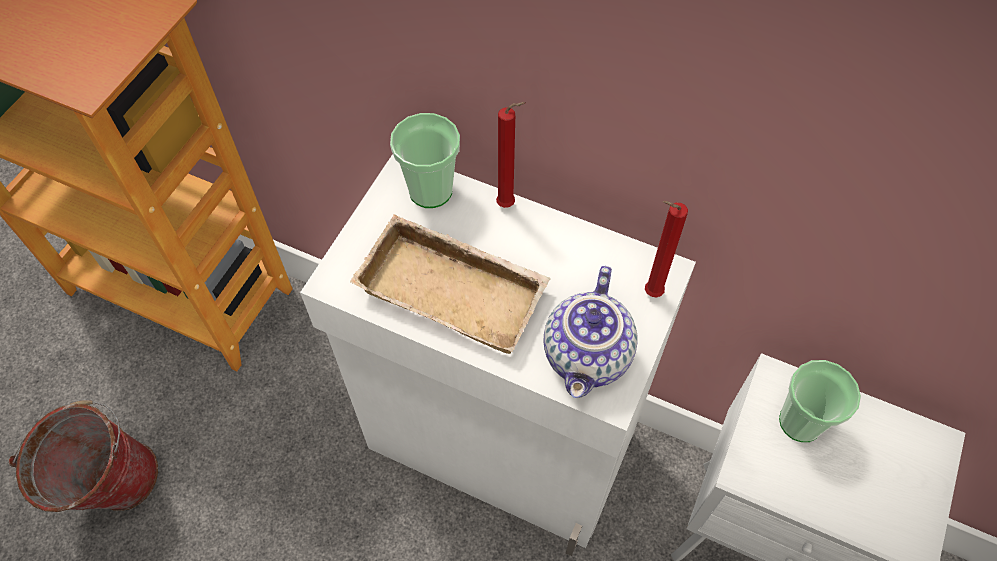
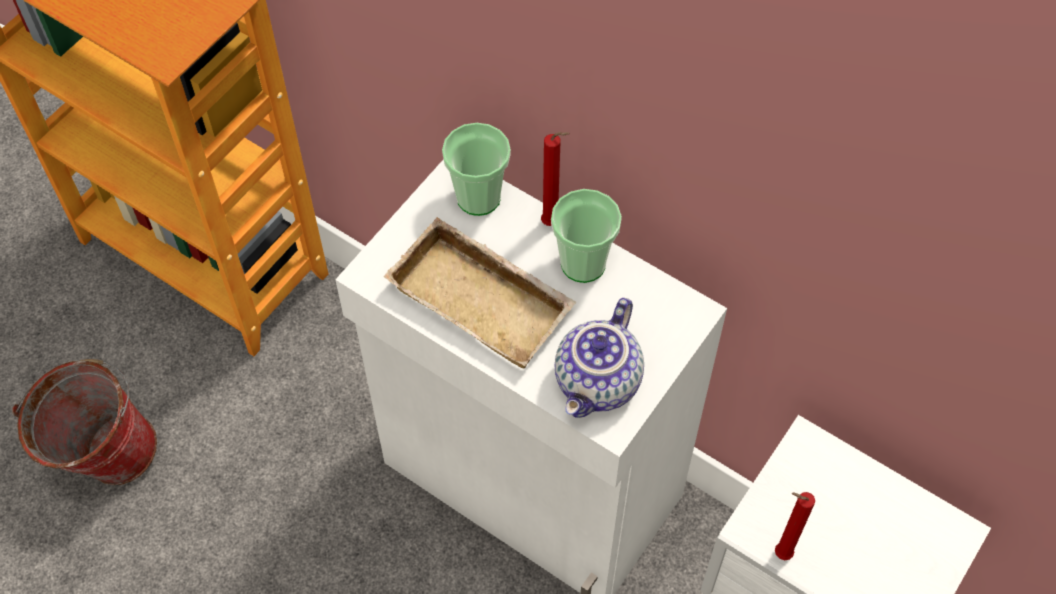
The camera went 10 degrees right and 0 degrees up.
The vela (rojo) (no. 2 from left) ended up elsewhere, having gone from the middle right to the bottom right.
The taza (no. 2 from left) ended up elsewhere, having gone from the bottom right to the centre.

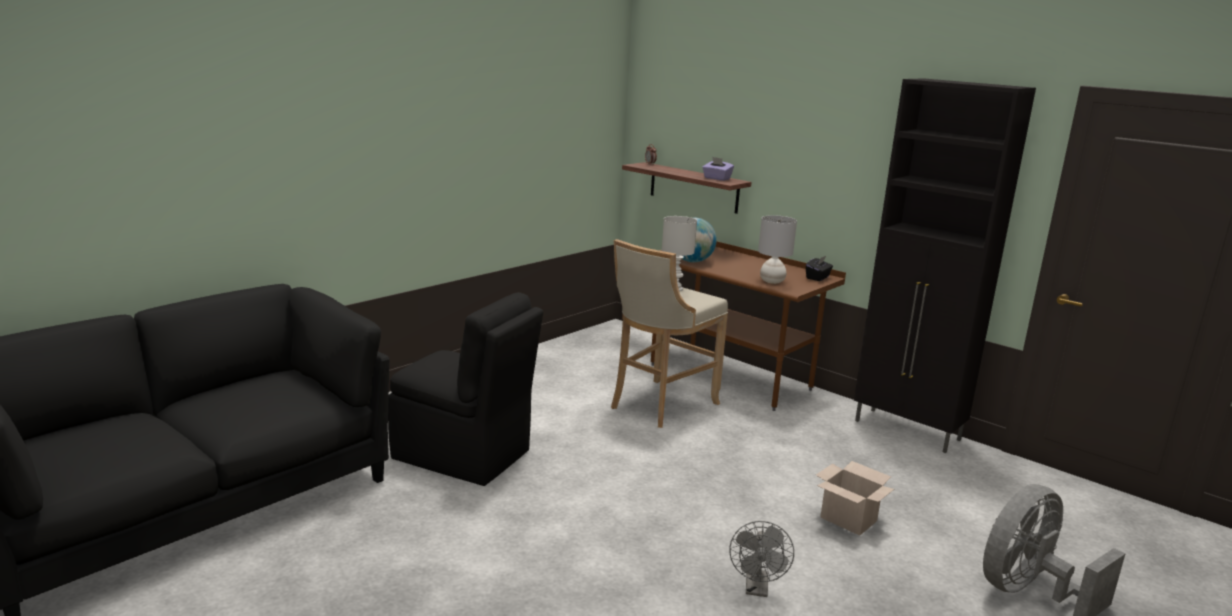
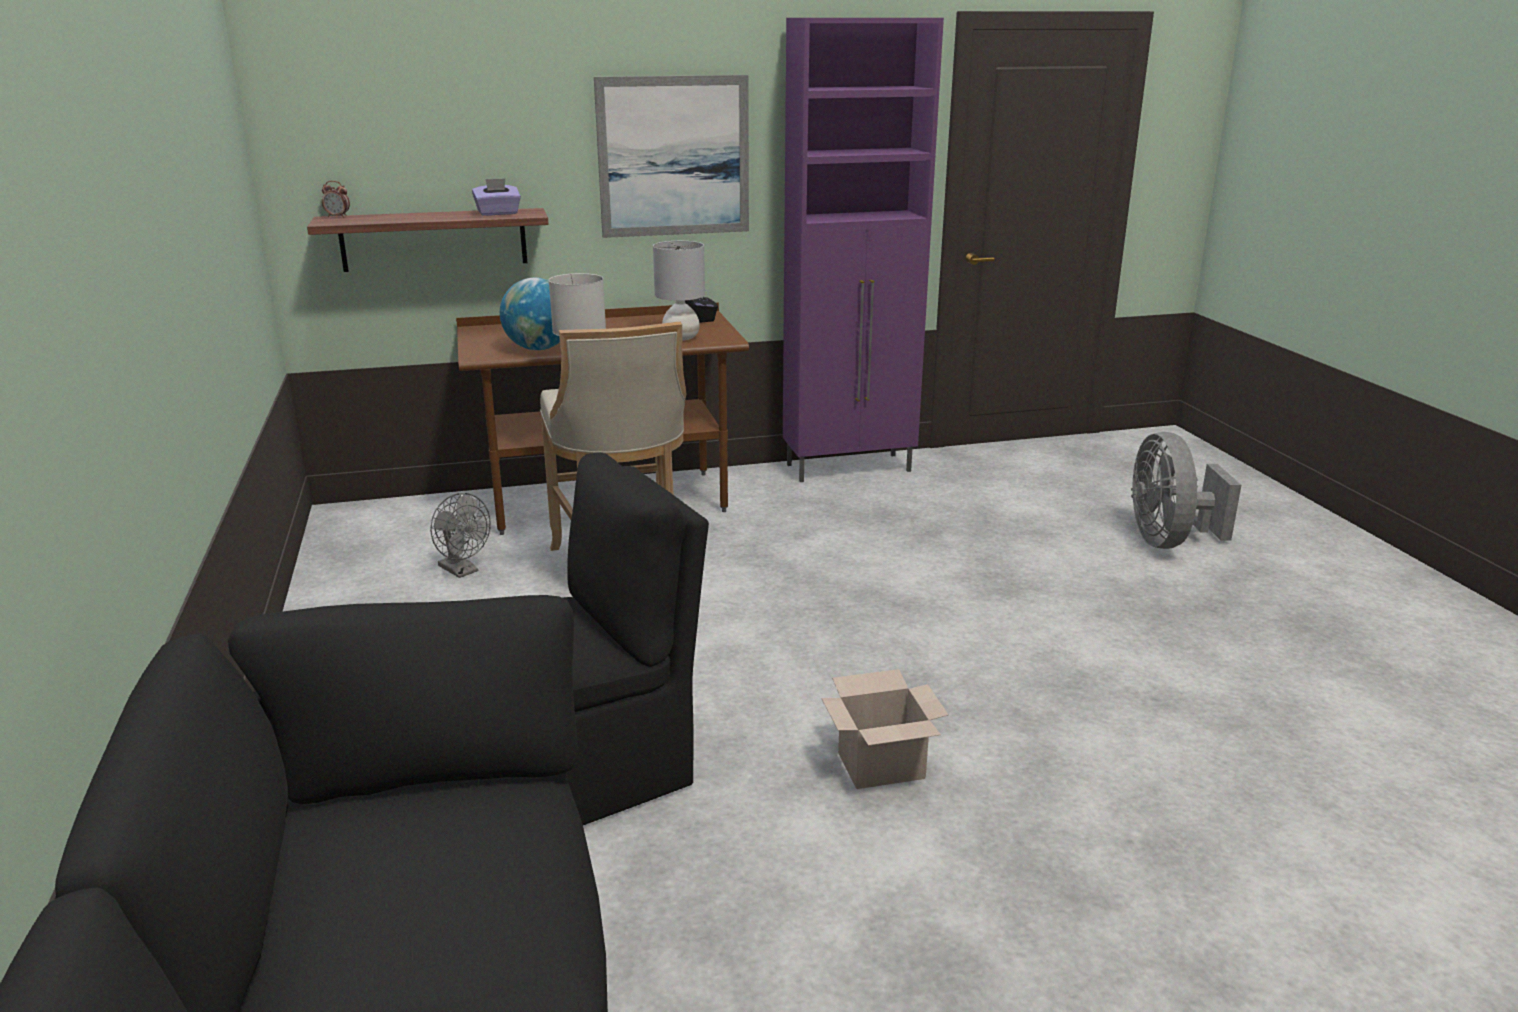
The camera went 55 degrees left and 5 degrees up.
The ventilador (gris) (no. 1 from left) ended up elsewhere, having gone from the bottom centre to the middle left.
The caja de cartón ended up elsewhere, having gone from the bottom right to the bottom centre.
What was the armario (negro) at the middle right turned into the armario (morado) at the top centre.
The second view gained the cuadro at the top centre.

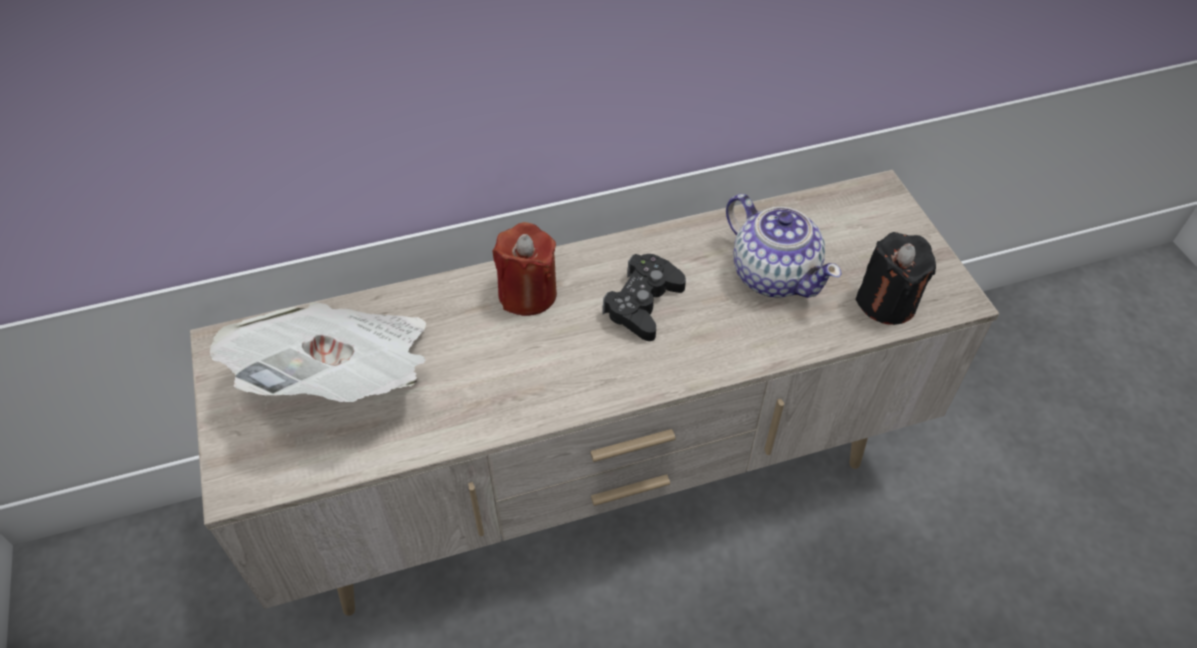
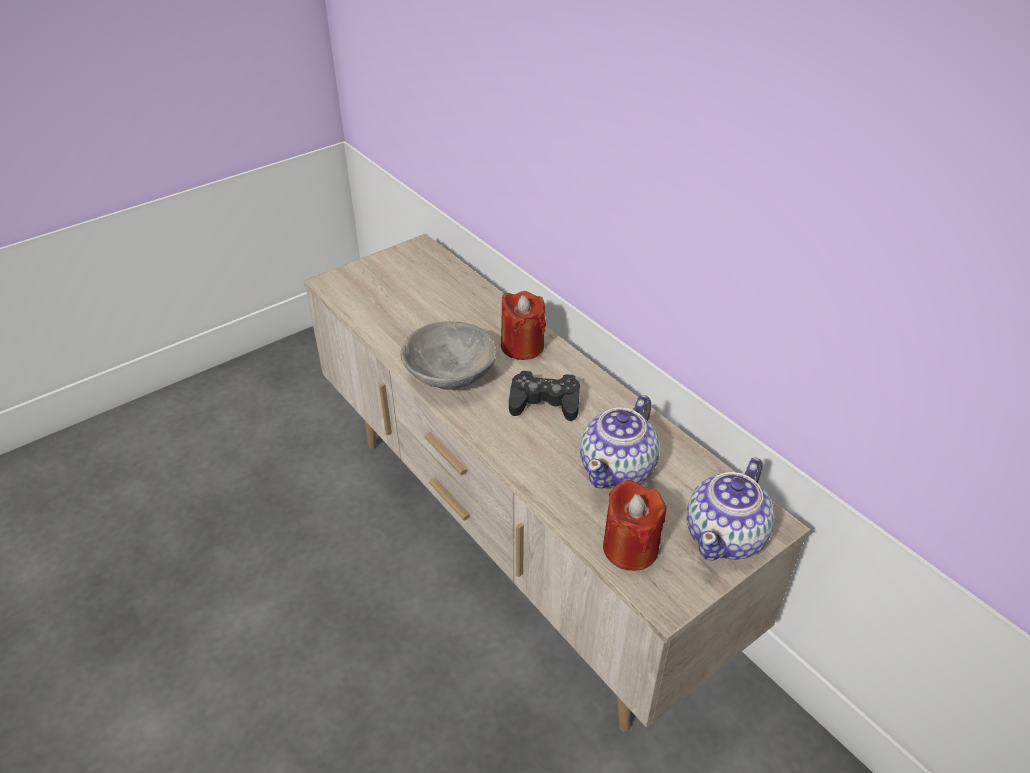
The camera went 70 degrees right and 10 degrees down.
The second view lost the periódico at the middle left.
What was the vela (negro) at the middle right turned into the vela (rojo) (no. 2 from left) at the bottom centre.
The second view gained the cuenco (gris) at the centre.
The second view gained the tetera (no. 2 from left) at the middle right.

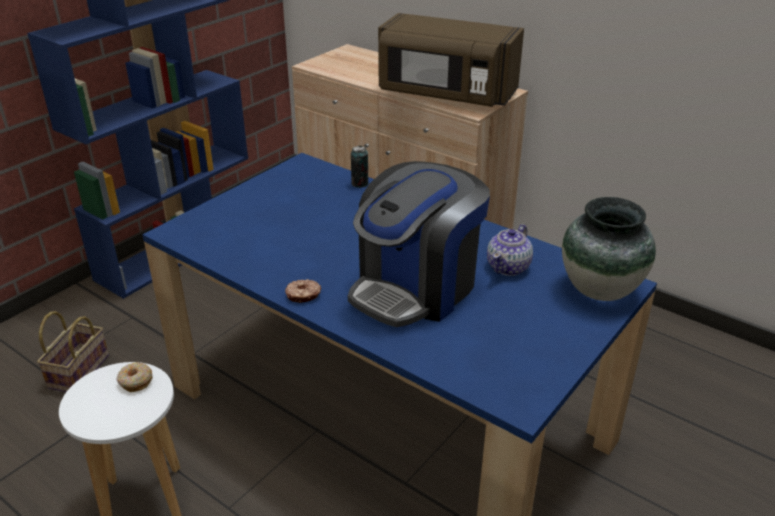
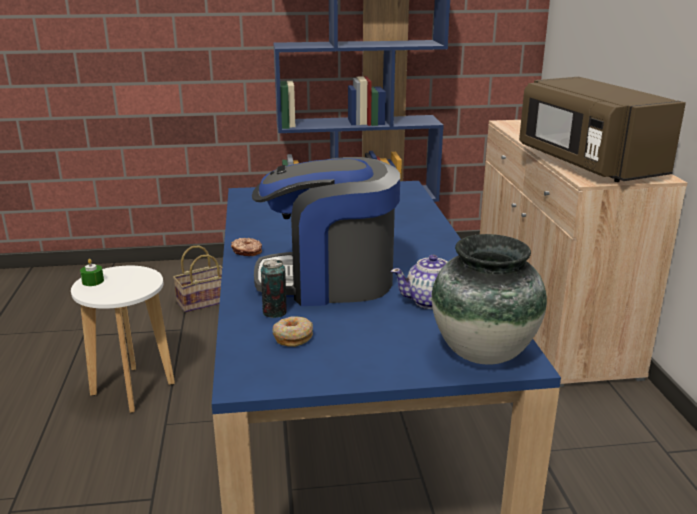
The camera went 45 degrees right and 10 degrees down.
The rosquilla (no. 1 from left in the first image) ended up elsewhere, having gone from the bottom left to the centre.
The lata ended up elsewhere, having gone from the top centre to the centre.
The second view gained the vela (verde) at the middle left.

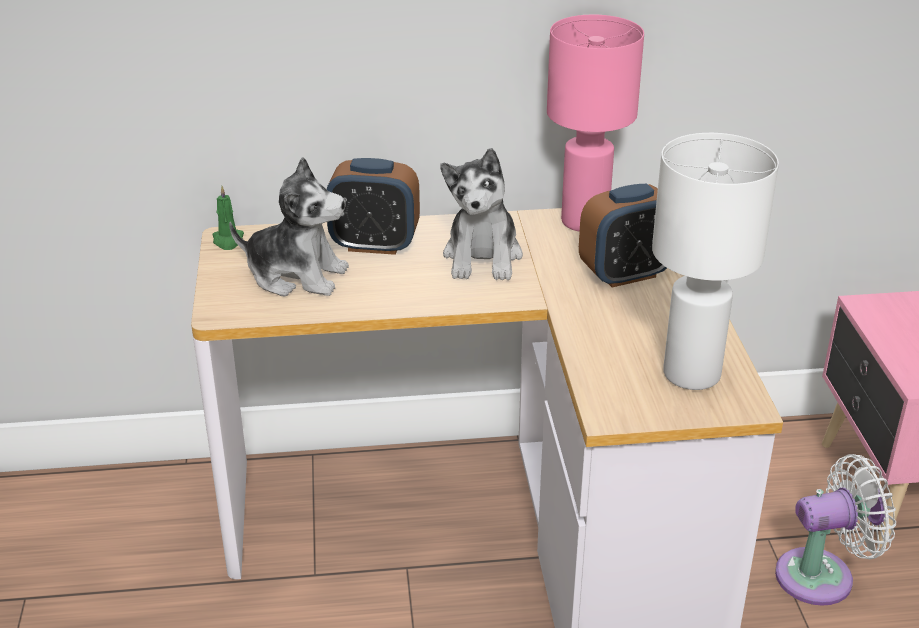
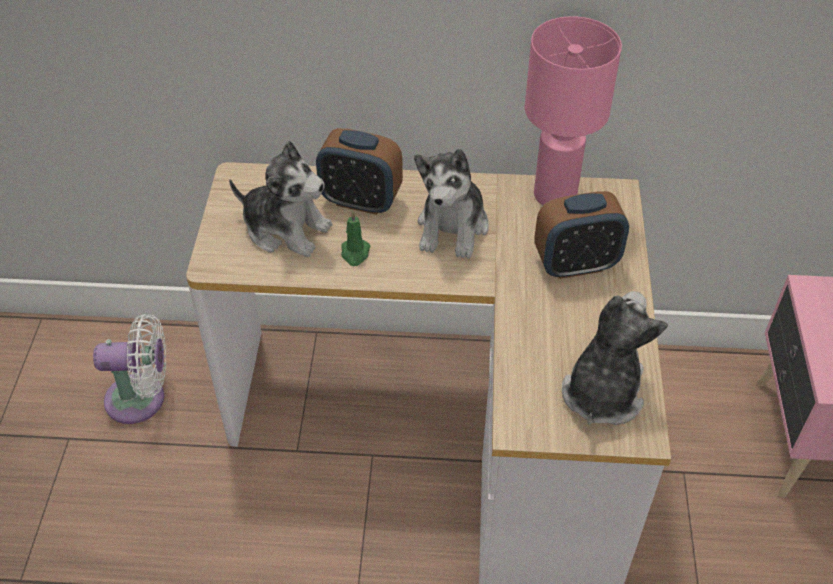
The camera went 10 degrees right and 15 degrees up.
The vela (verde) ended up elsewhere, having gone from the middle left to the centre.
Where the lámpara de mesa (blanco) stood at the middle right, the peluche (no. 3 from left) came to stand at the middle right.
The ventilador (blanco) ended up elsewhere, having gone from the bottom right to the middle left.

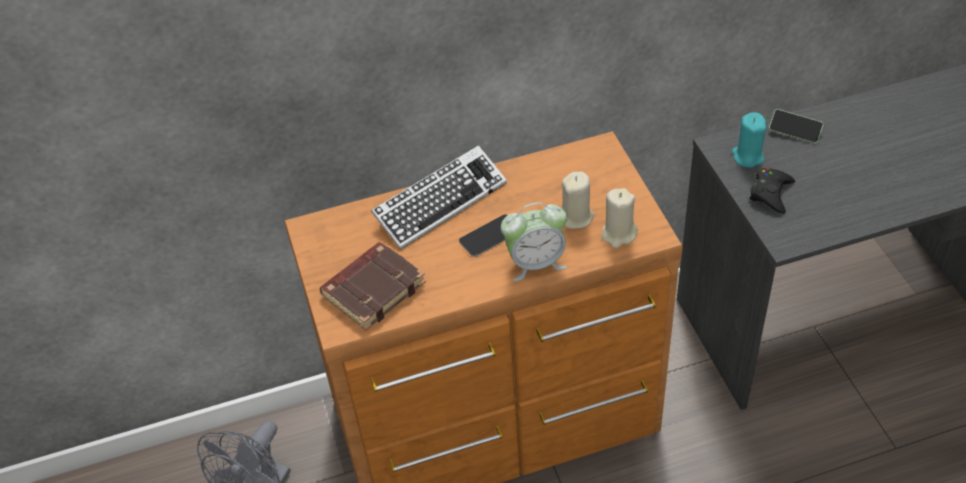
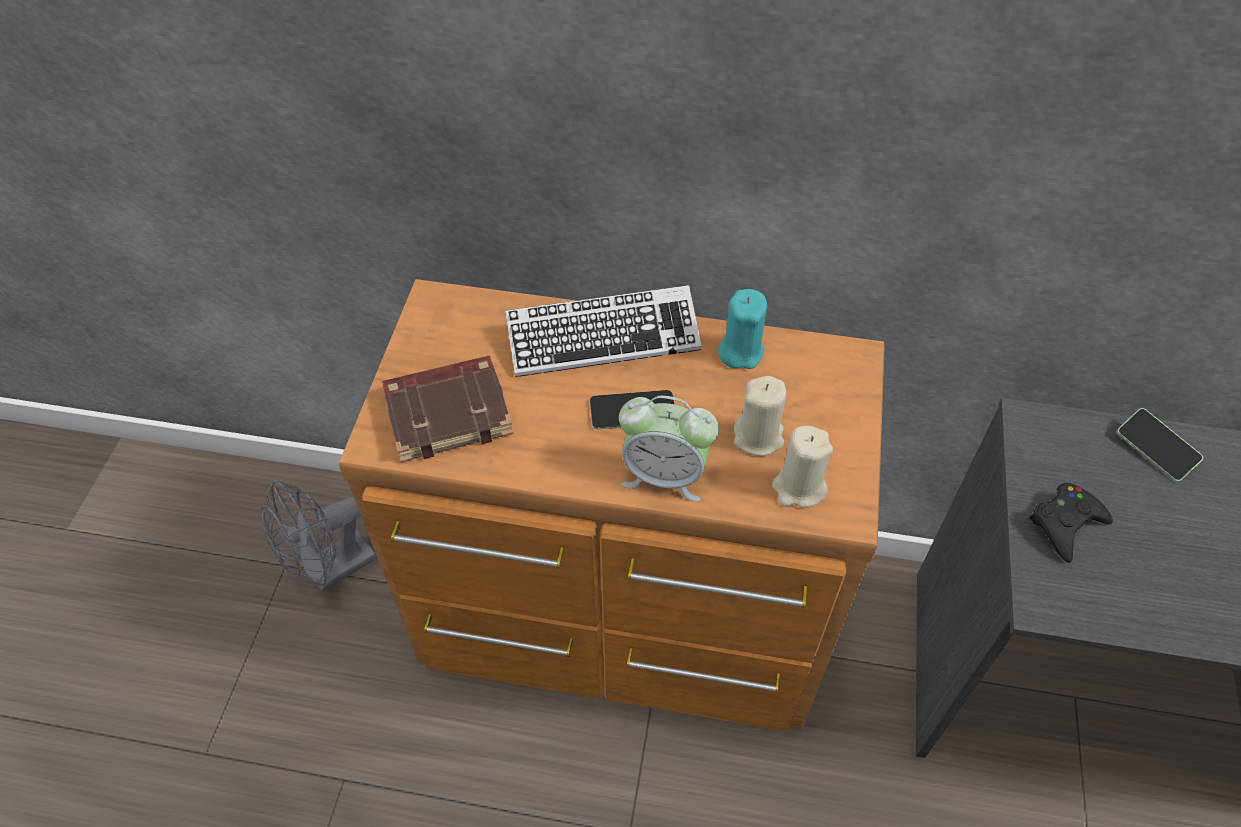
The camera went 25 degrees right and 5 degrees up.
The vela (turquesa) ended up elsewhere, having gone from the top right to the centre.

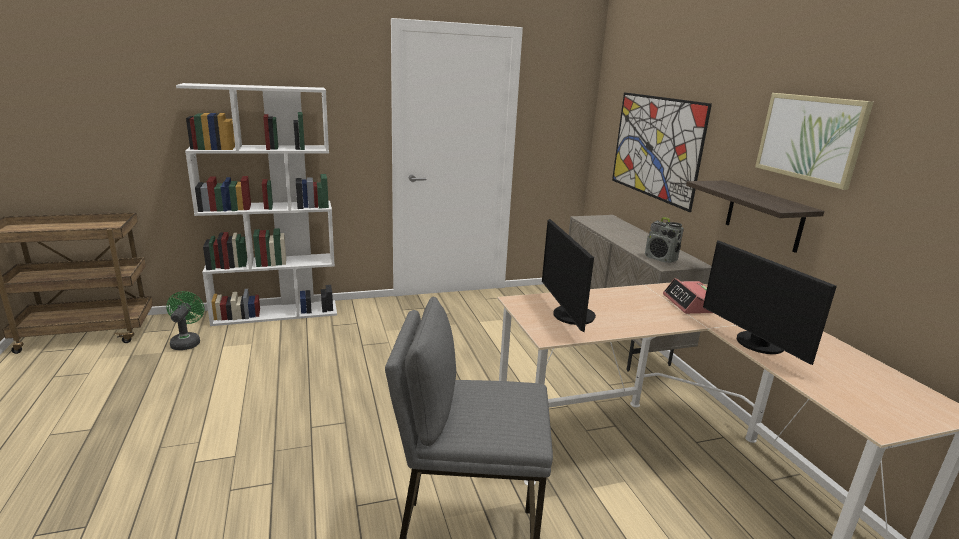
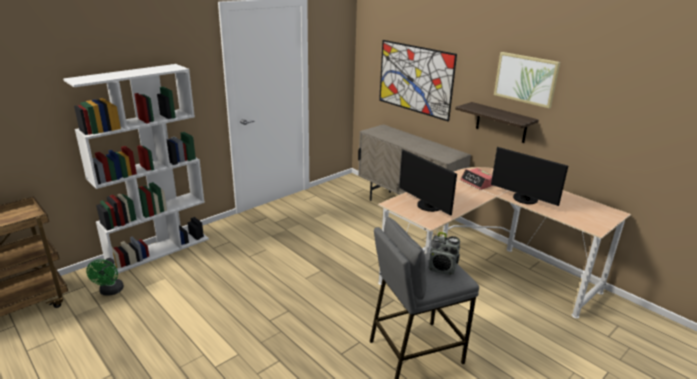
The camera went 25 degrees left and 5 degrees up.
The ventilador (verde) at the middle left ended up facing another way, 150 degrees counterclockwise from before.
The radio ended up elsewhere, having gone from the middle right to the bottom centre.

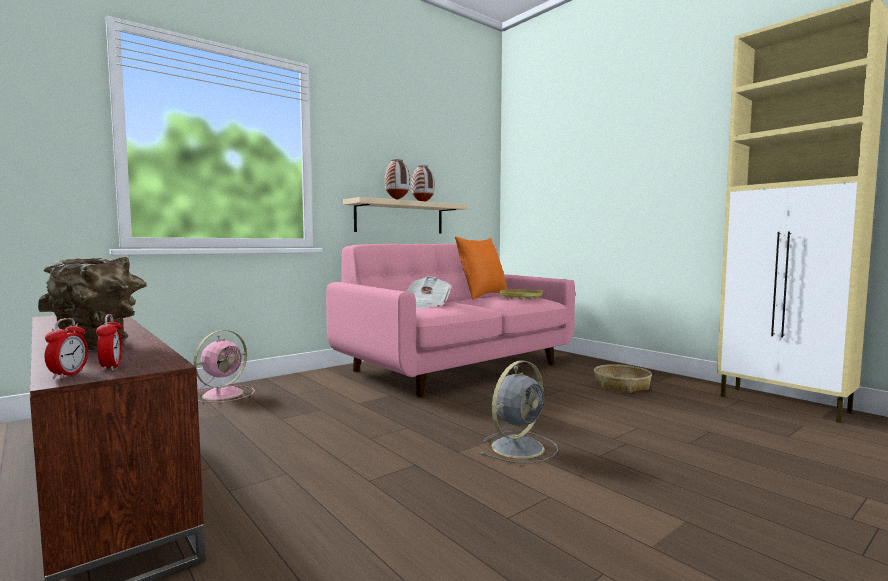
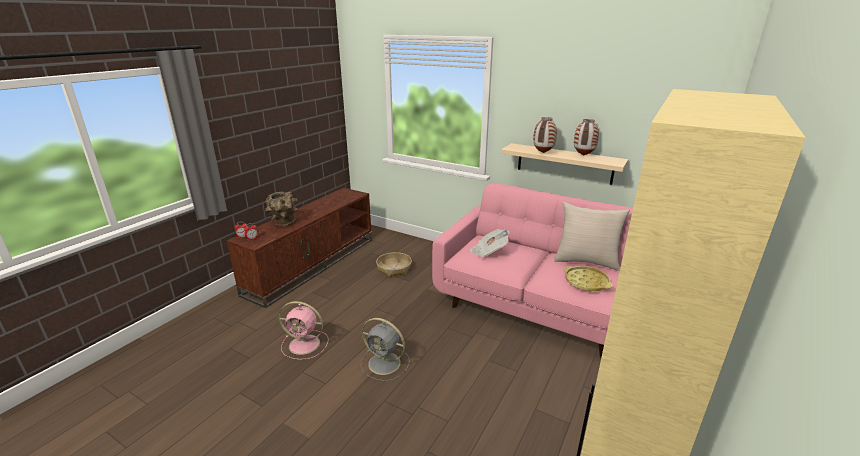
The camera went 70 degrees right and 20 degrees up.
The ventilador (rosa) ended up elsewhere, having gone from the middle left to the bottom centre.
What was the cojín (naranja) at the centre turned into the cojín (beis) at the middle right.
The cesta ended up elsewhere, having gone from the middle right to the centre.

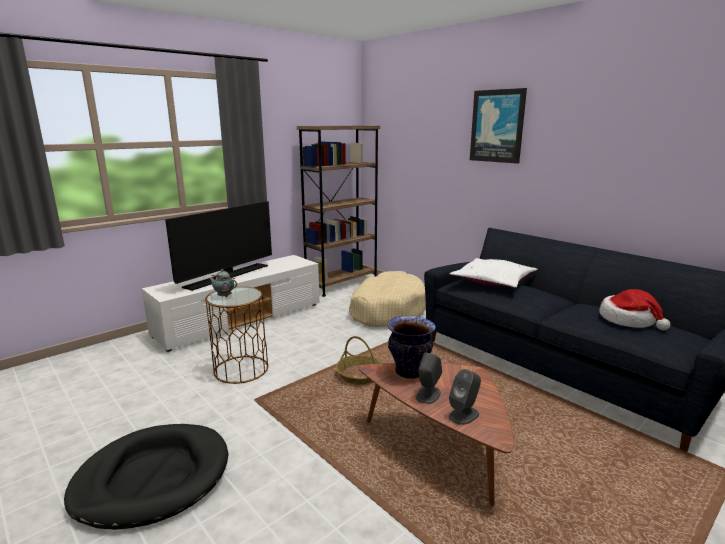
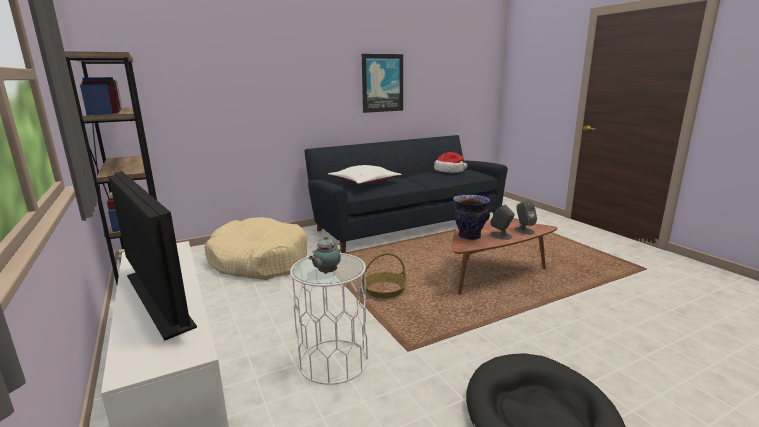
The camera went 75 degrees left and 0 degrees up.
What was the mesa auxiliar (marrón) at the middle left turned into the mesa auxiliar (blanco) at the bottom centre.
The cuadro ended up elsewhere, having gone from the top right to the top centre.

